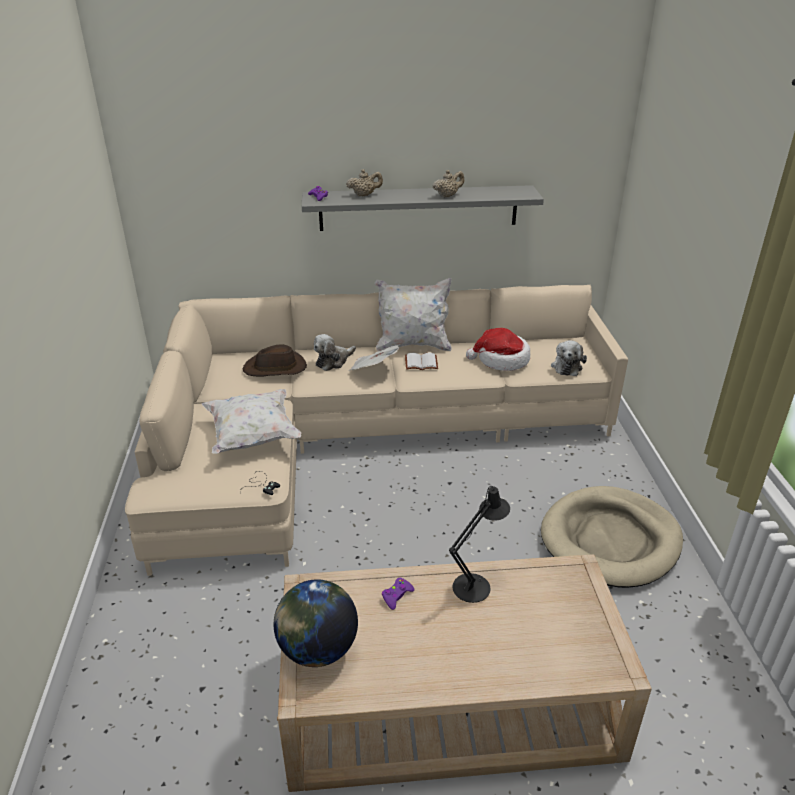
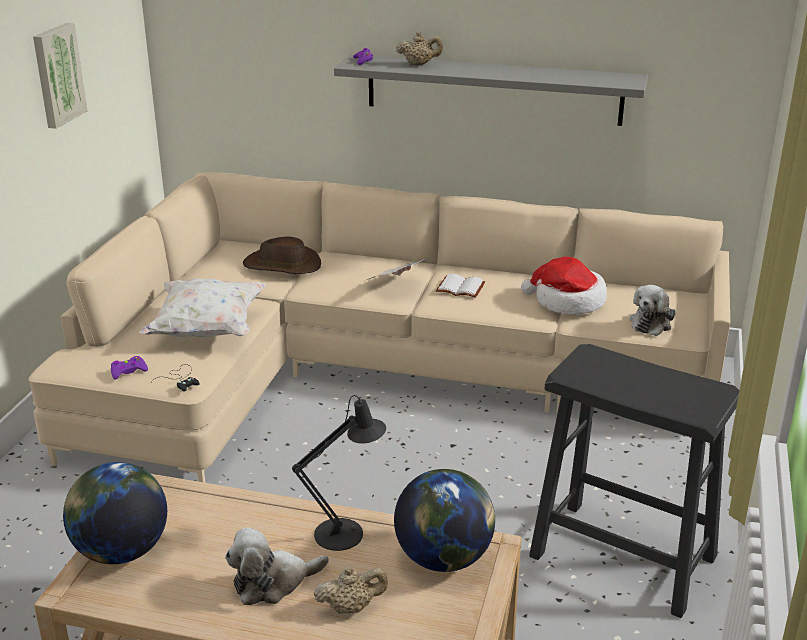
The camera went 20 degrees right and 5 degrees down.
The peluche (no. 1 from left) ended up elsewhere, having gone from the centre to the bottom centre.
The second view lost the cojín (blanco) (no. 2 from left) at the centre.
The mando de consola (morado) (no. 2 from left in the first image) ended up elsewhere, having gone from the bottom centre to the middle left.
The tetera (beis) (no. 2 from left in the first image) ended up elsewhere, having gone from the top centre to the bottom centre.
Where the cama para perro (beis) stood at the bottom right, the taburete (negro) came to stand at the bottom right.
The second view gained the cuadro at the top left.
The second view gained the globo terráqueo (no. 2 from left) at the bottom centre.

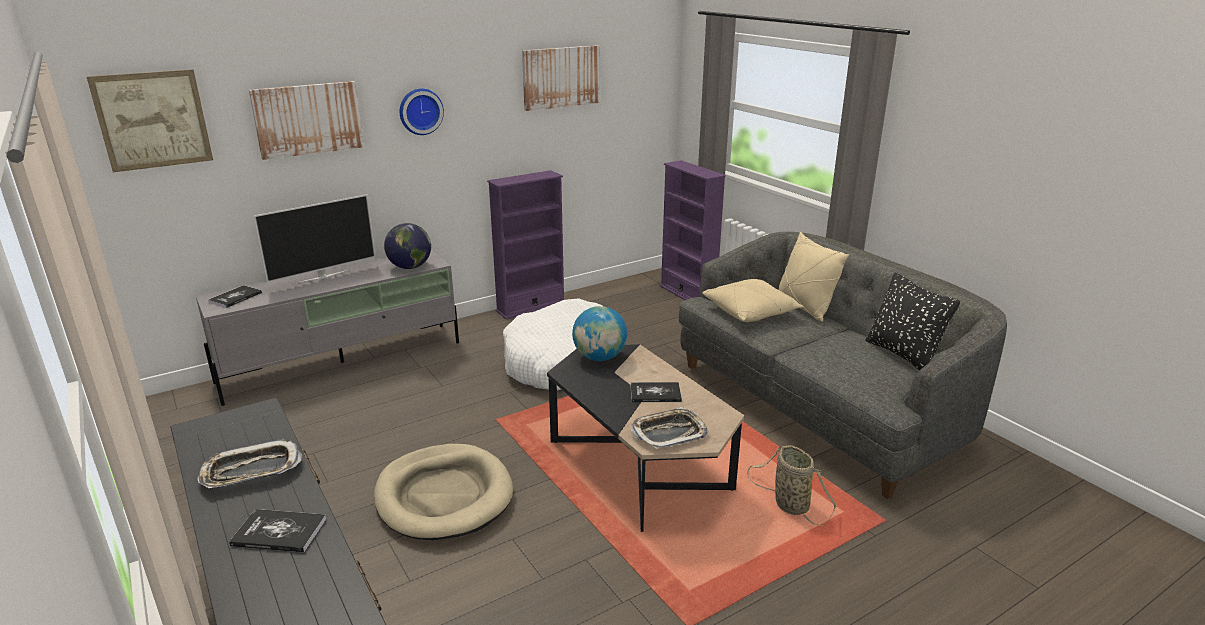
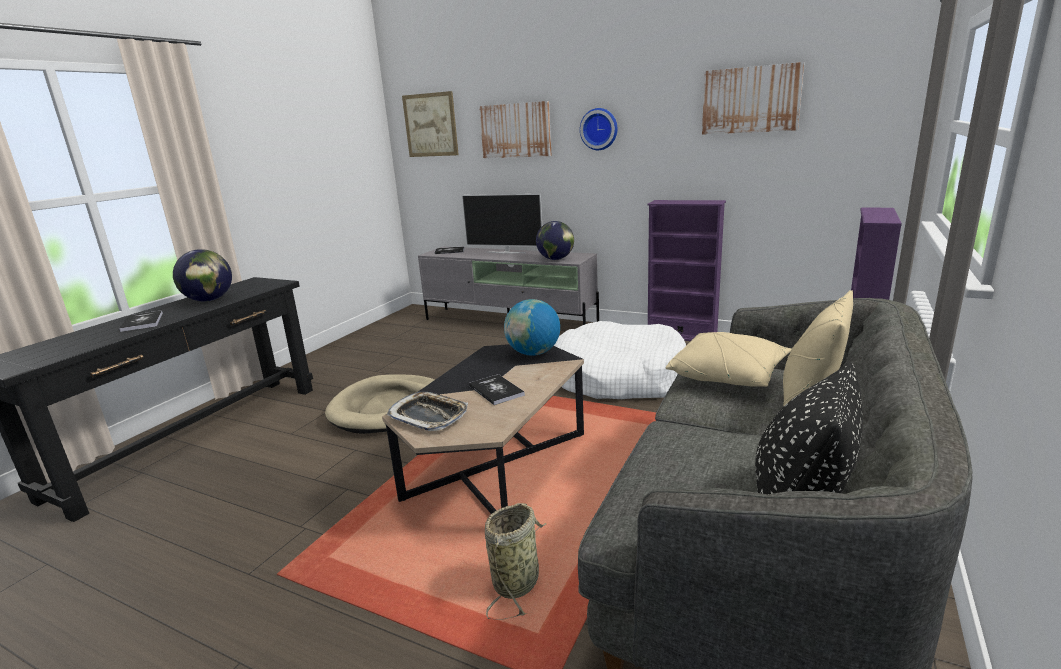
The camera went 60 degrees right and 5 degrees down.
Where the bandeja (no. 1 from left) stood at the bottom left, the globo terráqueo (no. 1 from left) came to stand at the middle left.

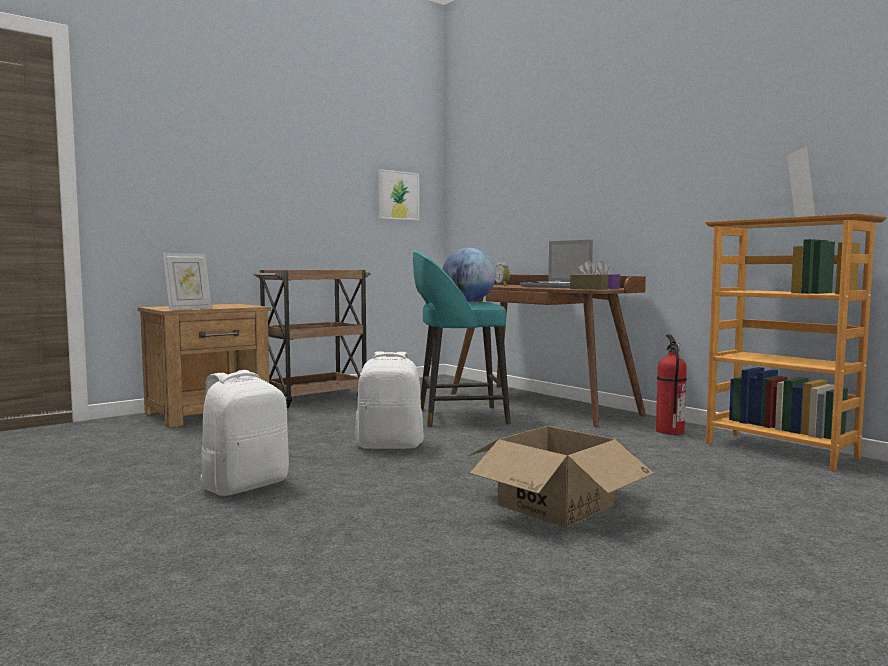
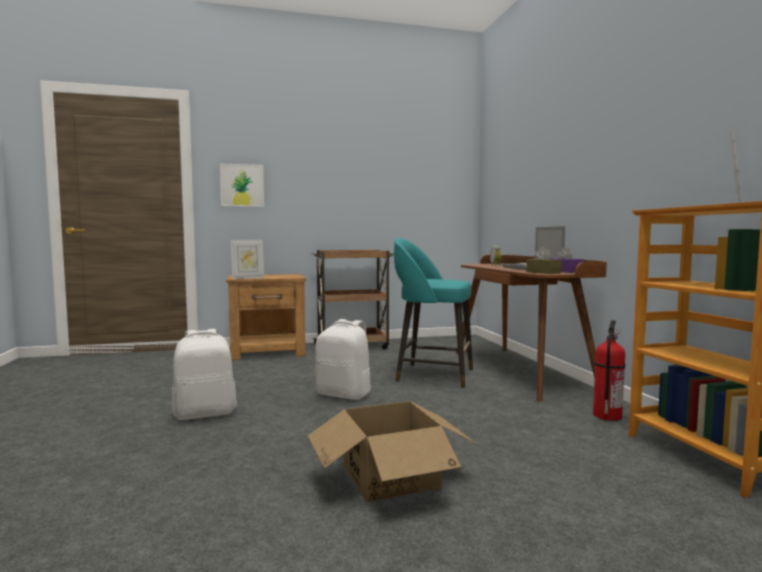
The camera went 25 degrees right and 0 degrees up.
The cuadro ended up elsewhere, having gone from the top centre to the top left.
The second view lost the globo terráqueo at the centre.

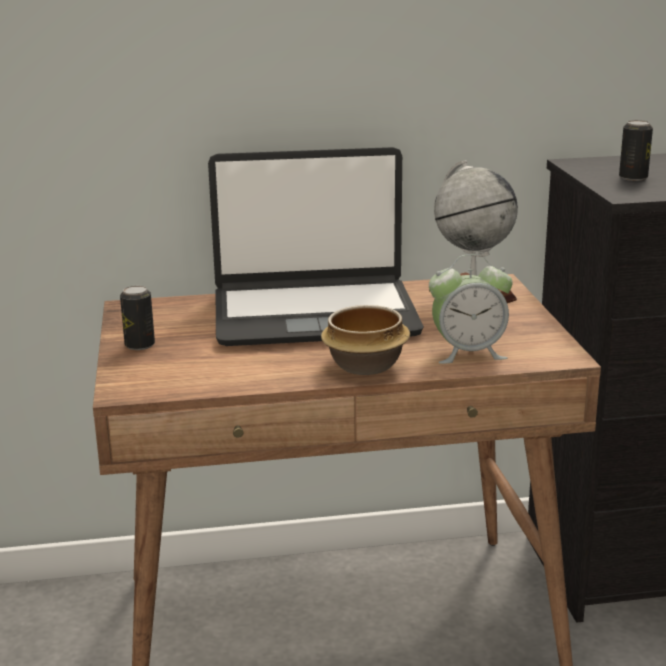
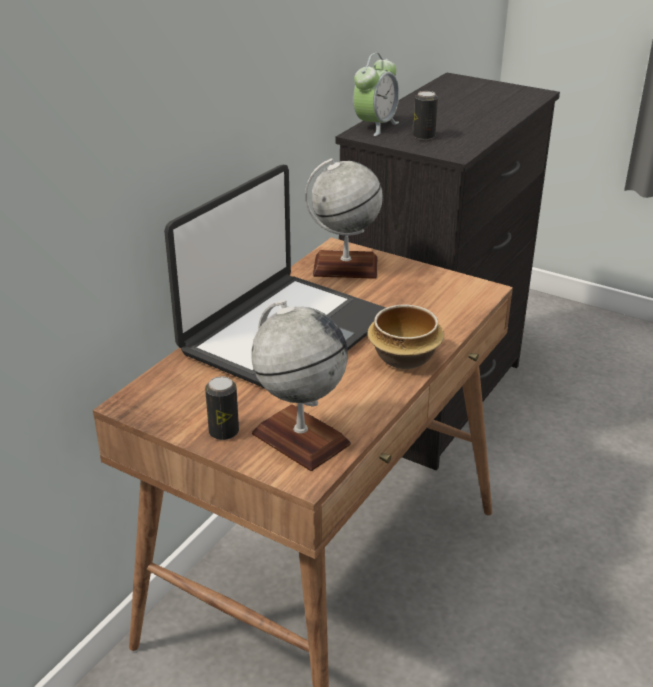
The camera went 50 degrees left and 10 degrees up.
The despertador ended up elsewhere, having gone from the middle right to the top centre.
The second view gained the globo terráqueo (no. 1 from left) at the centre.

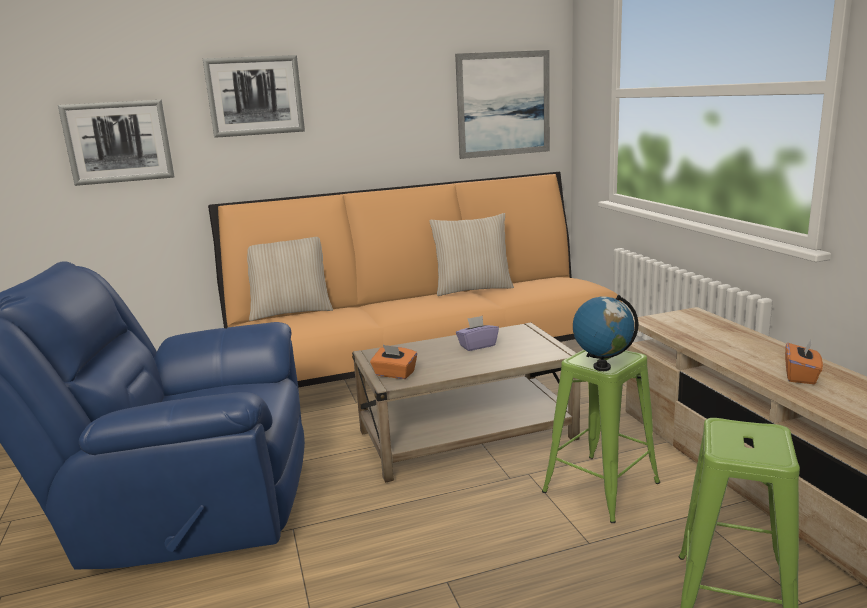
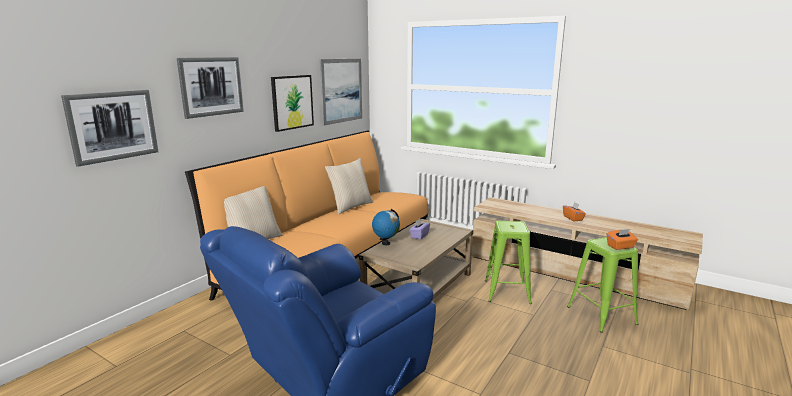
The camera went 40 degrees left and 0 degrees up.
The caja de pañuelos (naranja) (no. 1 from left in the first image) ended up elsewhere, having gone from the centre to the middle right.
The globo terráqueo ended up elsewhere, having gone from the middle right to the centre.
The second view gained the cuadro (no. 3 from left) at the top centre.

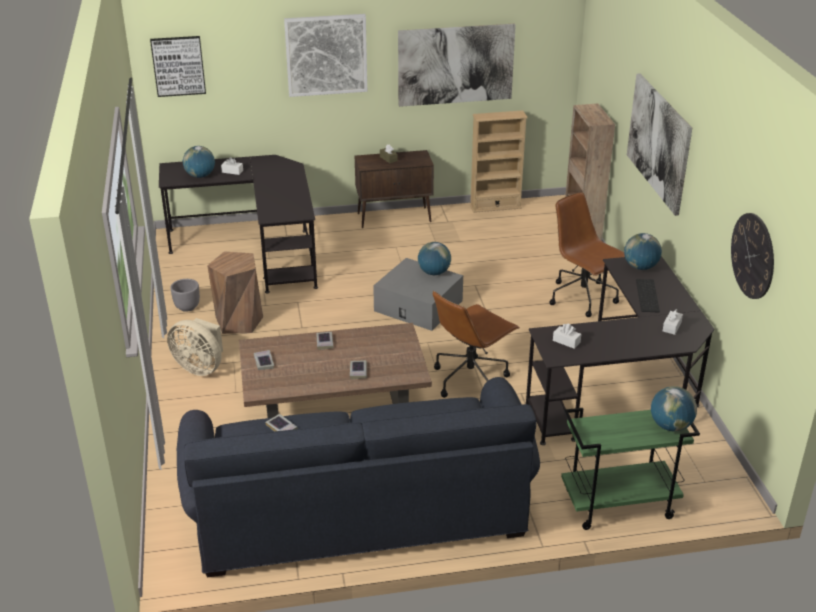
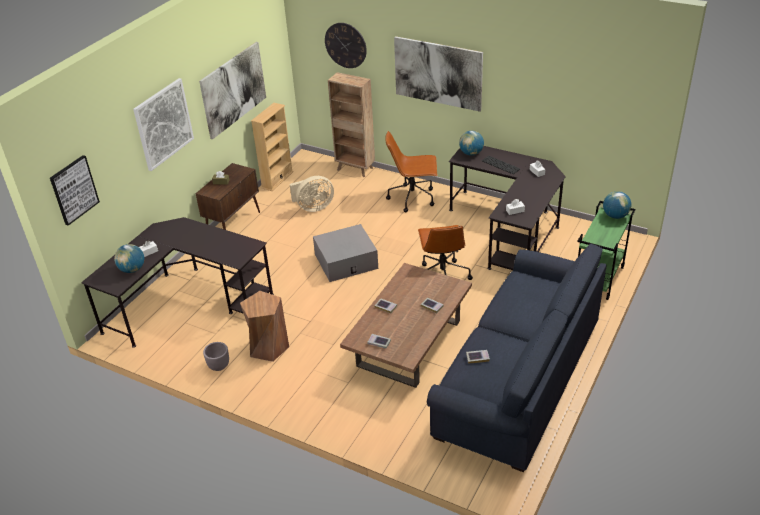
The camera went 50 degrees left and 5 degrees up.
The ventilador (beis) ended up elsewhere, having gone from the middle left to the centre.
The second view lost the globo terráqueo (no. 2 from left) at the centre.
The reloj de pared ended up elsewhere, having gone from the middle right to the top centre.

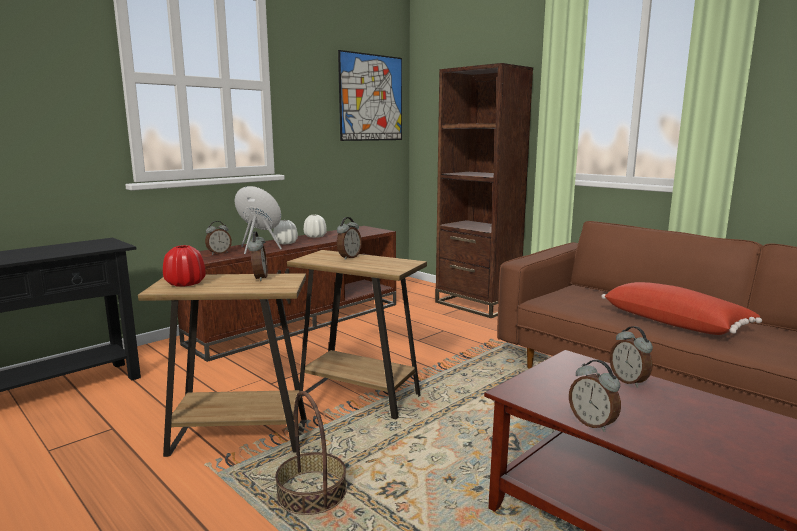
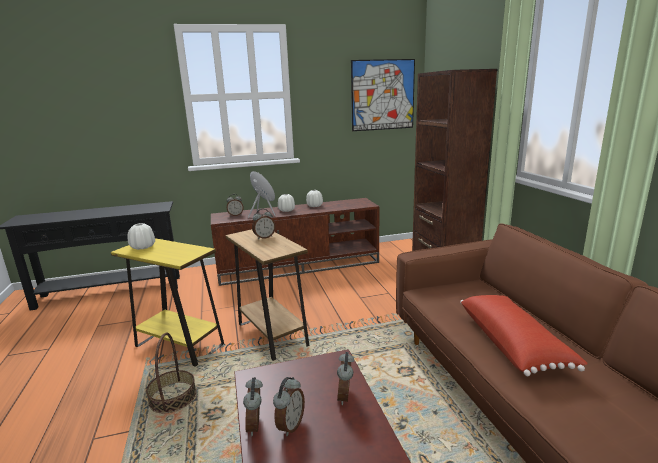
The camera went 30 degrees right and 5 degrees up.
What was the mesa auxiliar (marrón) (no. 1 from left) at the bottom left turned into the mesa auxiliar (amarillo) at the middle left.
What was the florero (rojo) at the middle left turned into the florero (blanco) (no. 1 from left) at the middle left.
The despertador (no. 2 from left in the first image) ended up elsewhere, having gone from the middle left to the bottom centre.

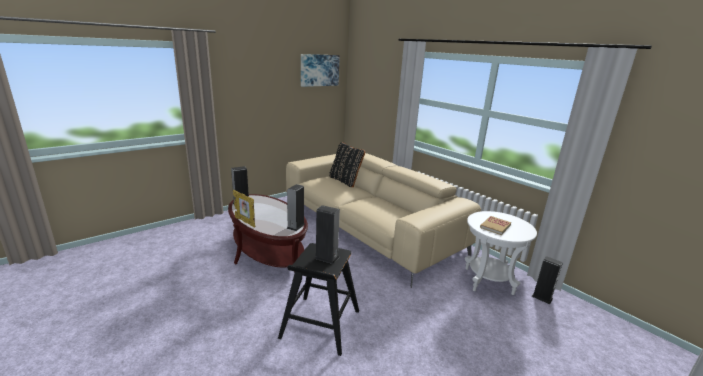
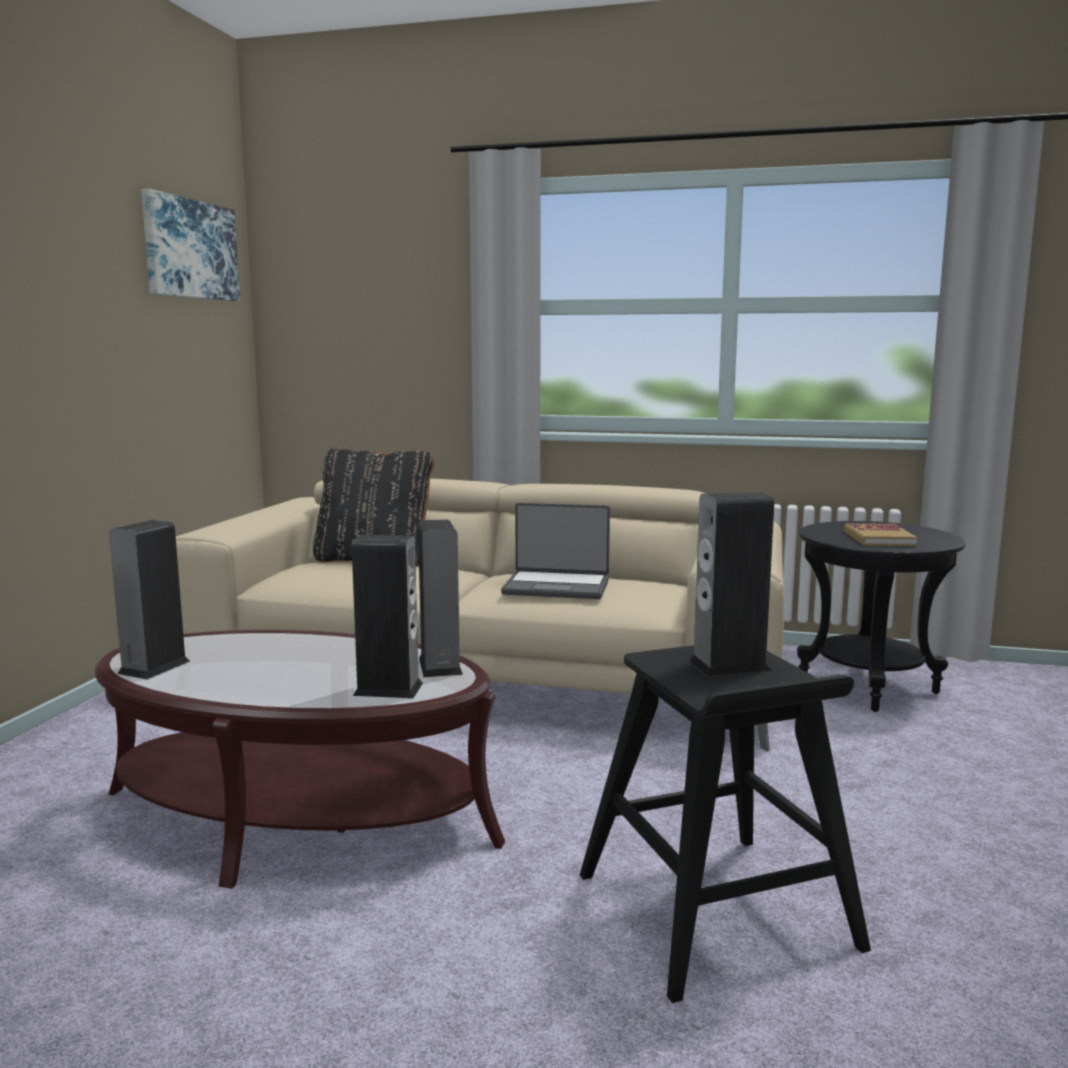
The camera went 35 degrees left and 10 degrees down.
The second view lost the portarretratos at the centre.
What was the mesa auxiliar (blanco) at the bottom right turned into the mesa auxiliar (negro) at the middle right.
The altavoz (no. 4 from left in the first image) ended up elsewhere, having gone from the bottom right to the centre.
The second view gained the portátil at the centre.

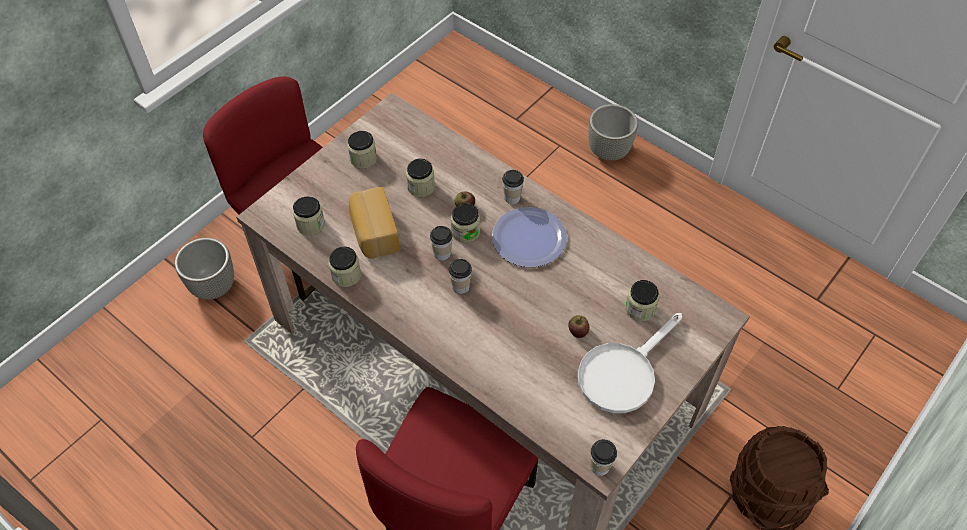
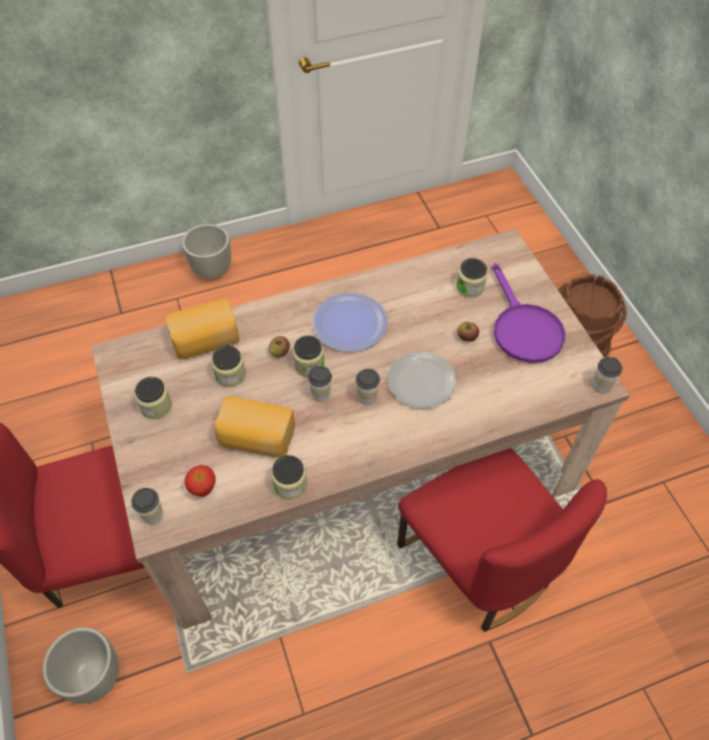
The camera went 60 degrees left and 0 degrees up.
Where the tarro (no. 1 from left) stood at the middle left, the manzana (no. 1 from left) came to stand at the middle left.
The taza (no. 3 from left in the first image) ended up elsewhere, having gone from the centre to the bottom left.
What was the sartén (blanco) at the bottom centre turned into the sartén (morado) at the middle right.
The second view gained the pan (no. 1 from left) at the middle left.
The second view gained the plato (no. 2 from left) at the centre.

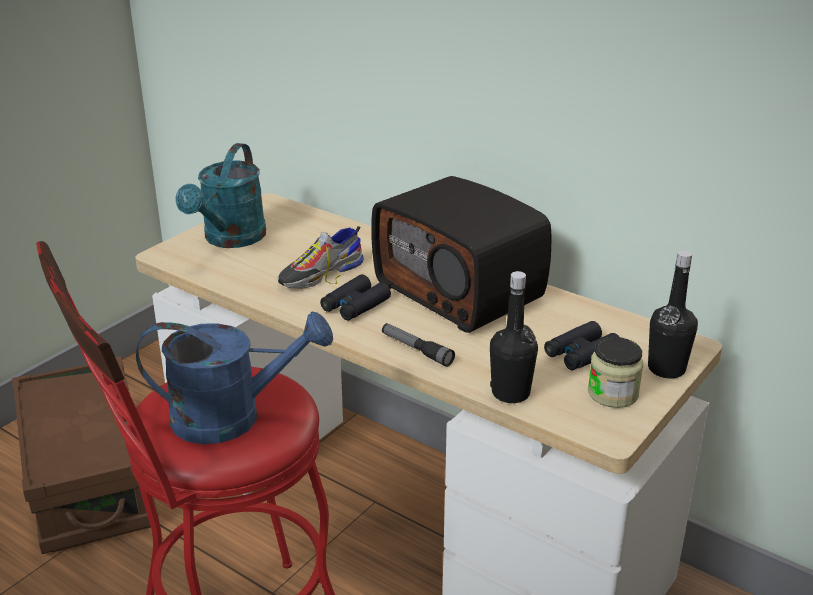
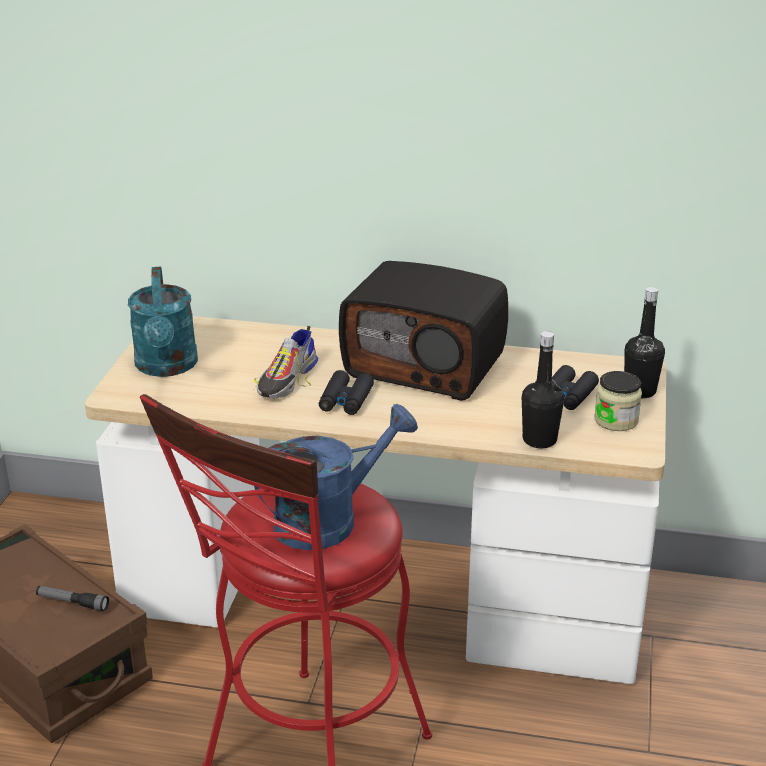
The camera went 25 degrees left and 0 degrees up.
The linterna ended up elsewhere, having gone from the centre to the bottom left.

